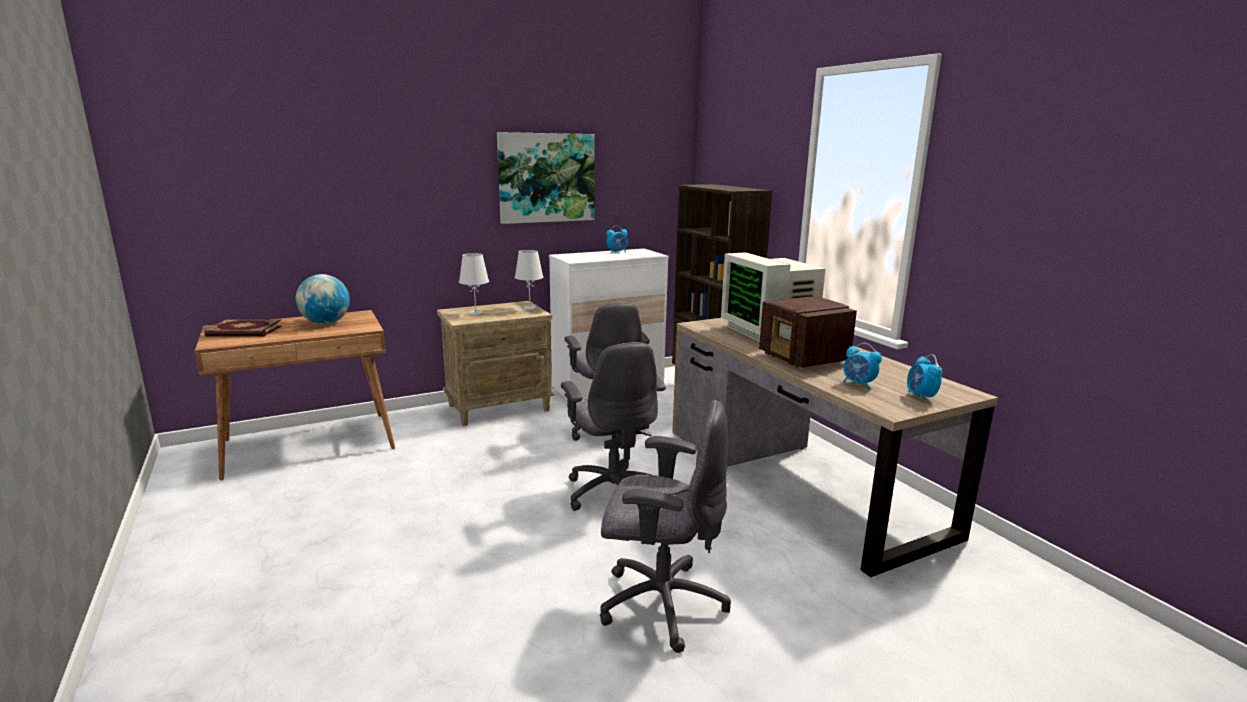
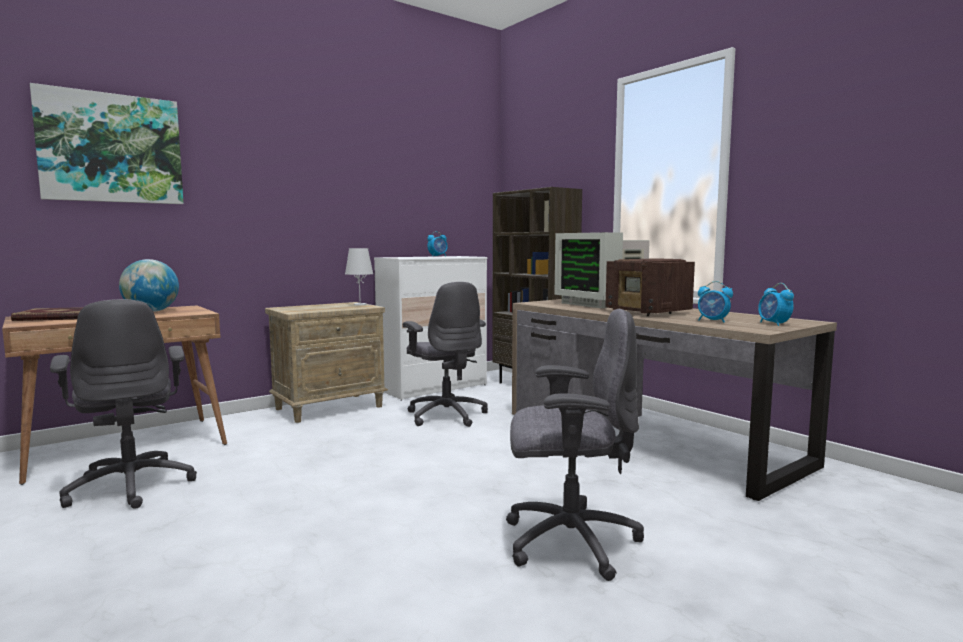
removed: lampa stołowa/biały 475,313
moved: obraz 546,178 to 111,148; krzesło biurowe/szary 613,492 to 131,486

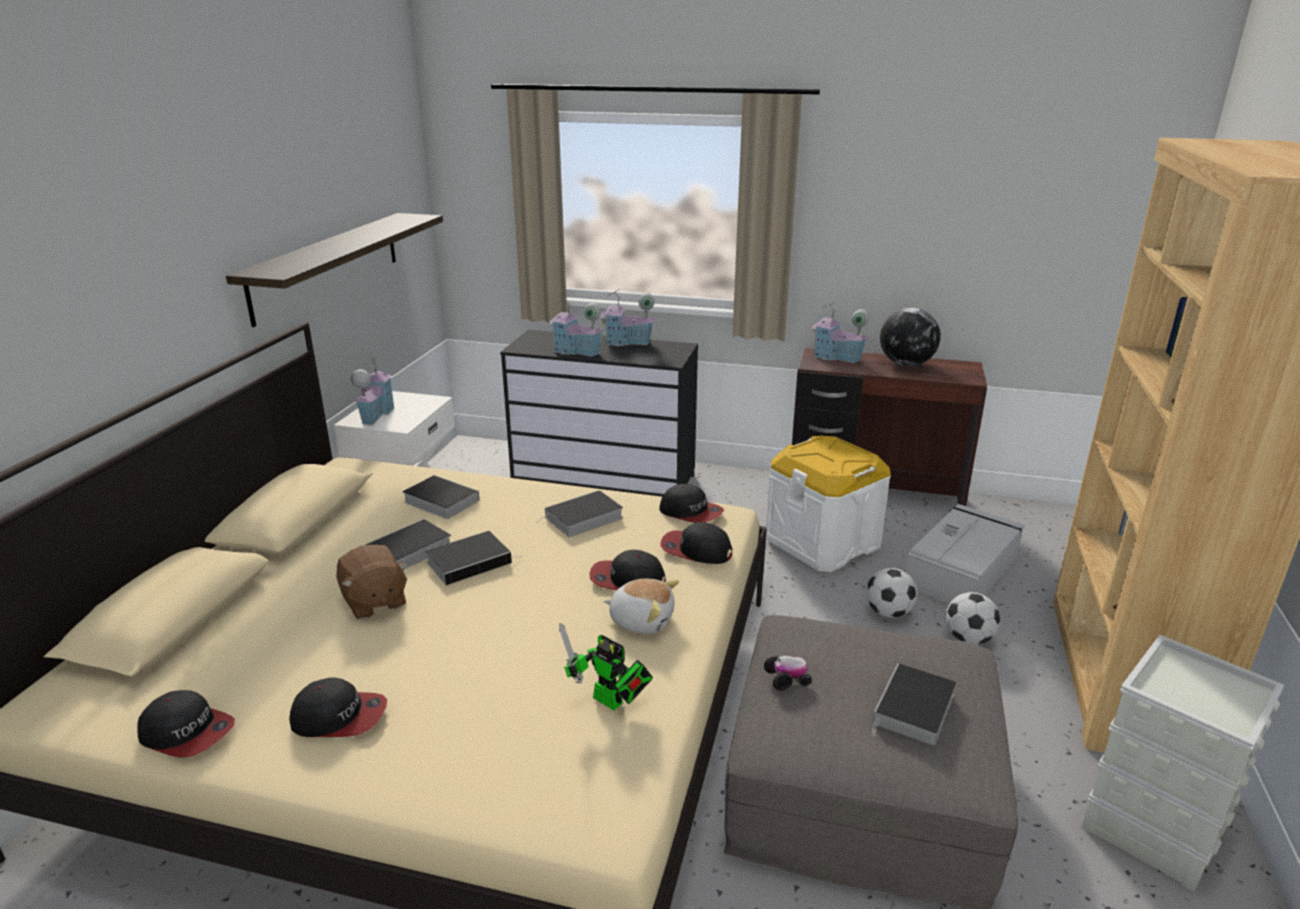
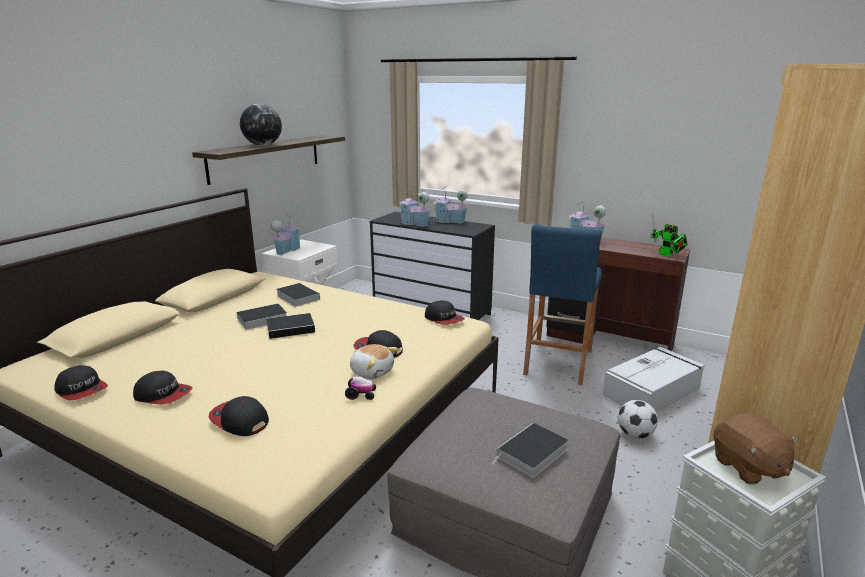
removed: książka 582,518; piłka futbolowa 888,613
moved: pluszak/brązowy 374,602 to 748,467; robot zabawkowy 611,703 to 667,255; czapka z daszkiem 696,550 to 239,420; samochodzik 787,680 to 361,395; globus 905,364 to 263,145
replaced: pojemnik do przechowywania/biały 822,542 to stołek/niebieski 557,362

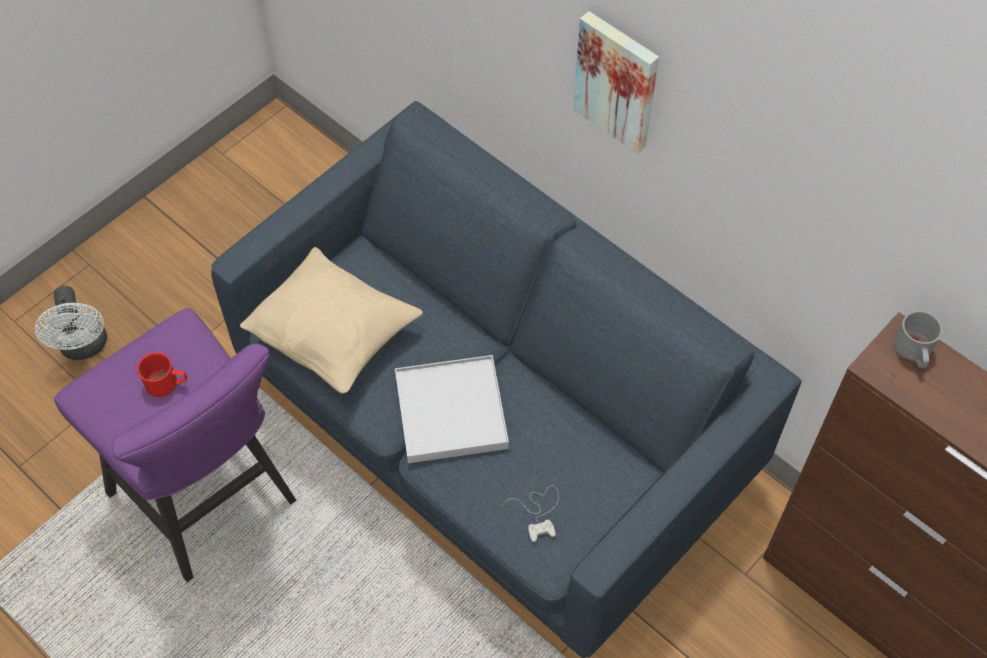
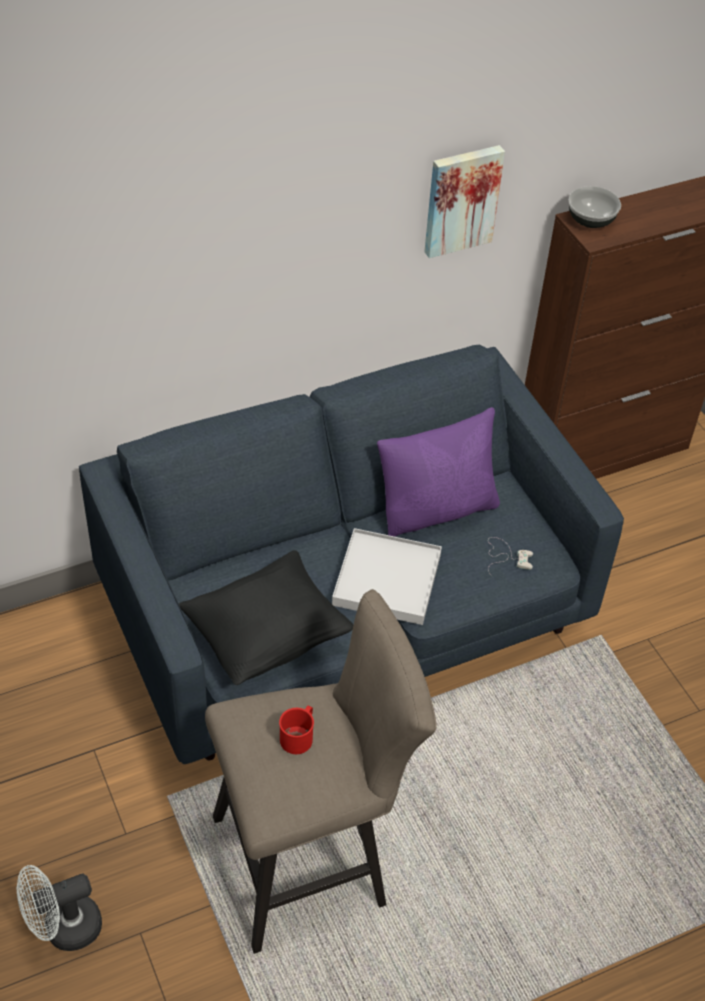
added: poduszka/fioletowy 437,509
moved: obraz 618,80 to 461,199
replaced: kubek/szary 913,353 to miska 591,220
recoloured: stołek/fioletowy 211,504 to stołek/beżowy 312,860; poduszka/beżowy 334,338 to poduszka/czarny 267,637
turned: wentylator/biały 84,347 = 63,929 150 degrees clockwise

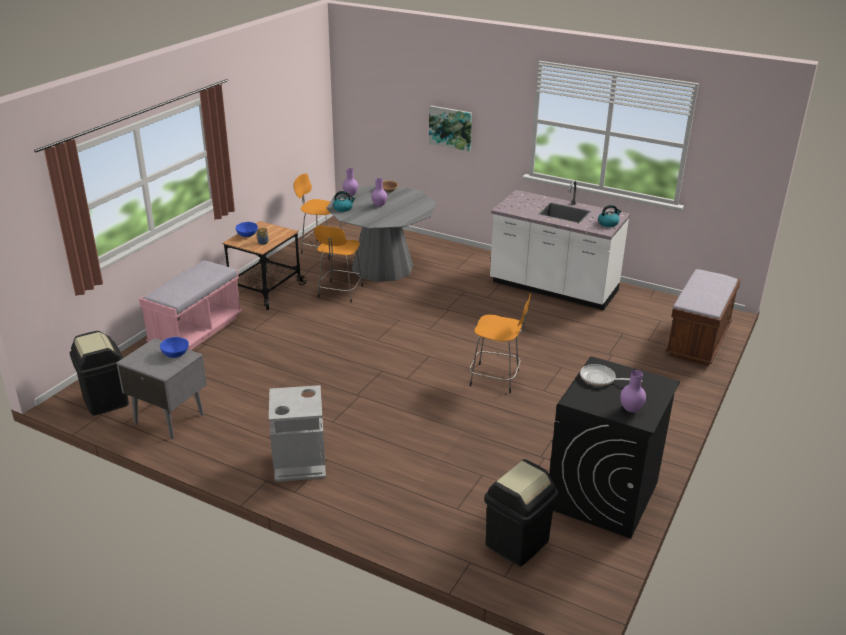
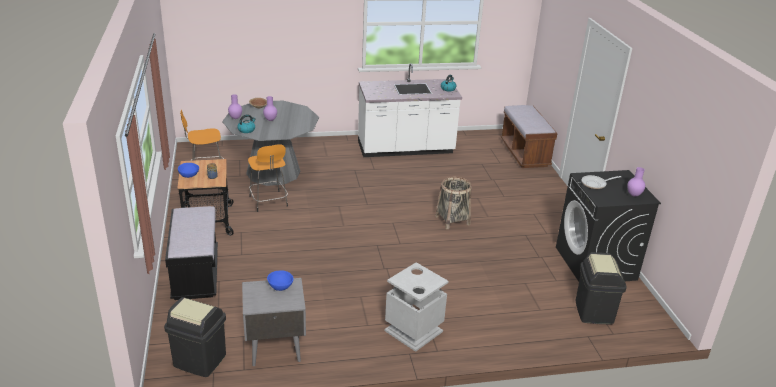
removed: obraz 450,128
replaced: stołek/pomarańczowy 496,378 to koszyk 452,220
recoloured: ławka/różowy 196,331 to ławka/czarny 195,274

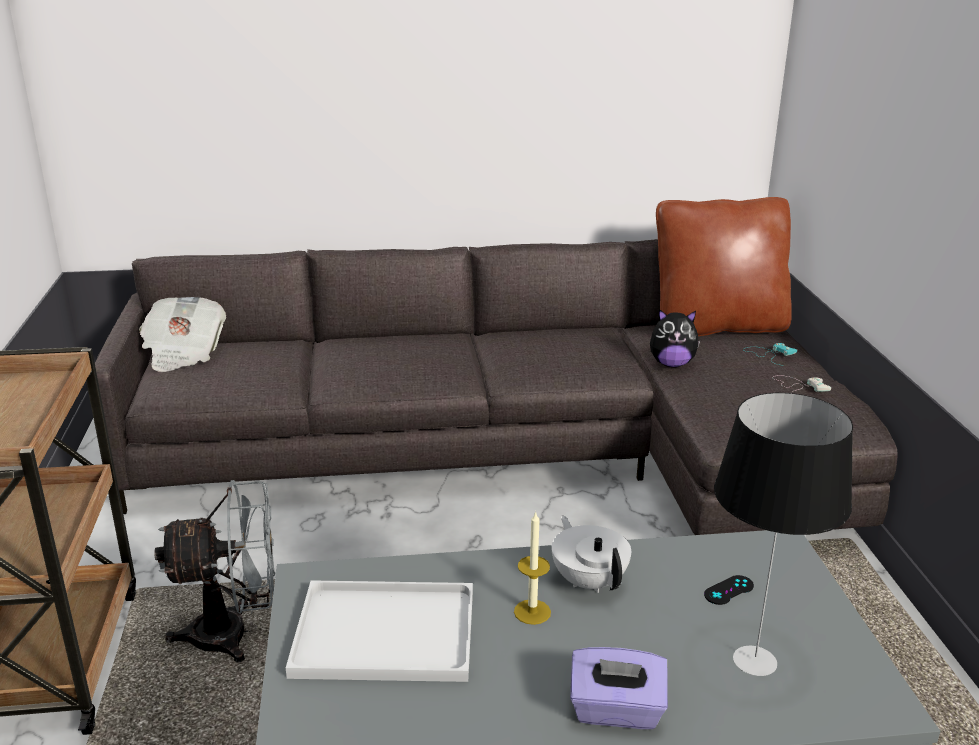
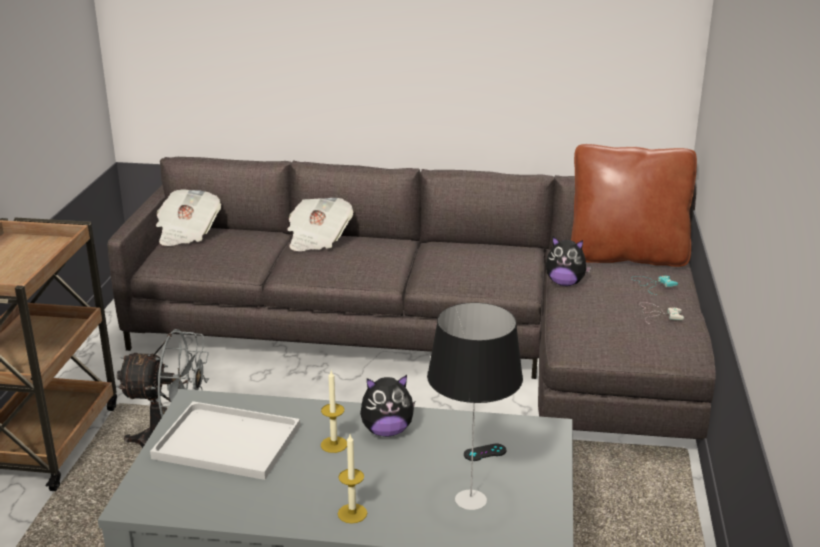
added: gazeta 317,239
replaced: imbryk/biały 589,580 to pluszak 387,431; pudełko chusteczek/fioletowy 616,711 to świeca 352,513

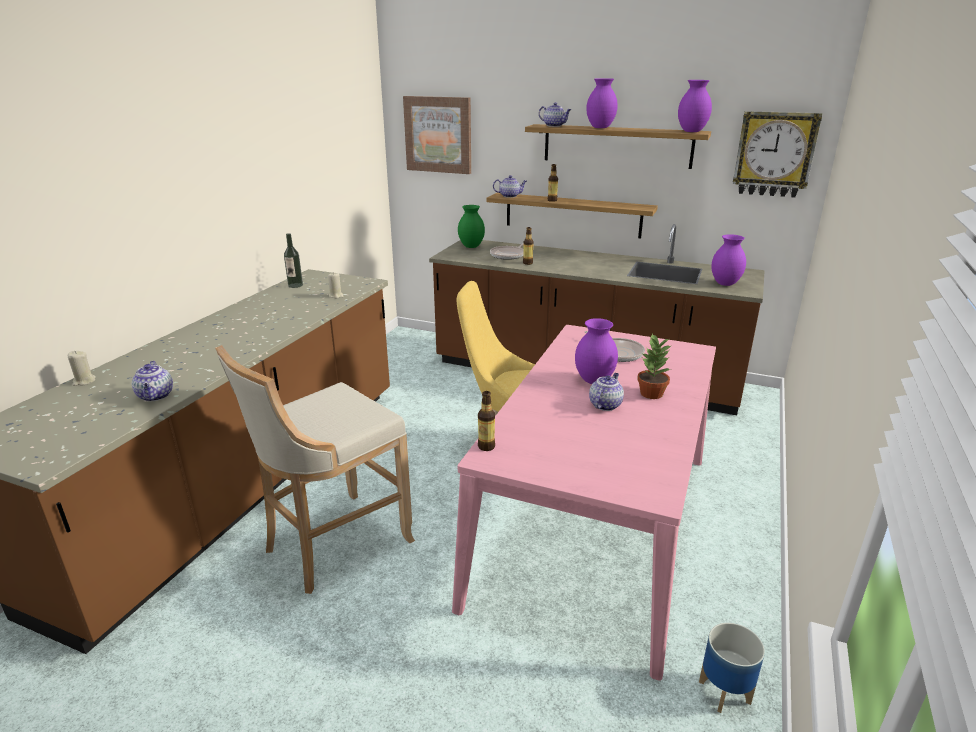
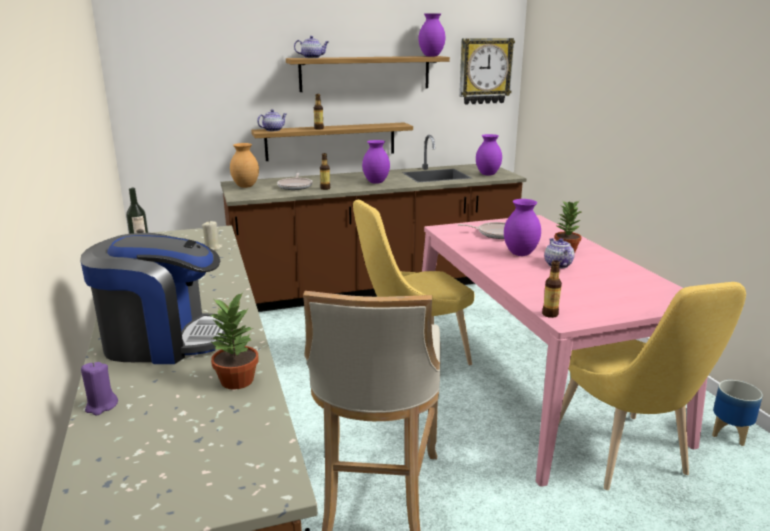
removed: obraz 438,134
added: ekspres do kawy 164,340; krzesło/żółty 623,457
moved: wazon/fioletowy 600,127 to 376,182
replaced: imbryk 156,396 to roślina doniczkowa 238,381
recoloured: świeca/beżowy 84,381 to świeca/fioletowy 101,406; wazon/zielony 471,247 to wazon/brązowy 246,186

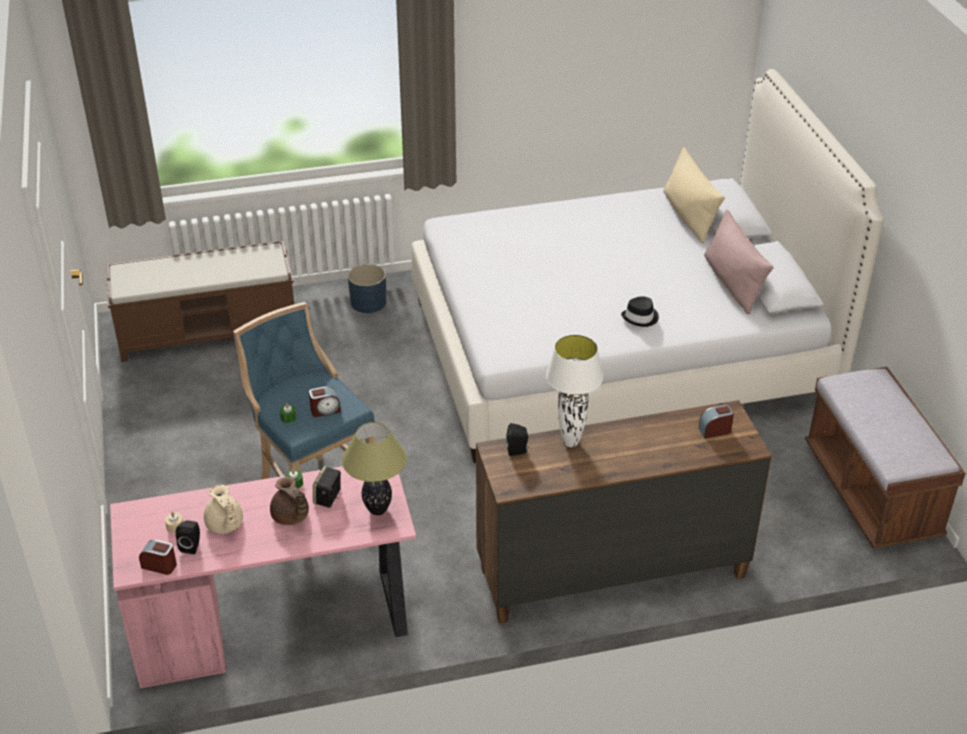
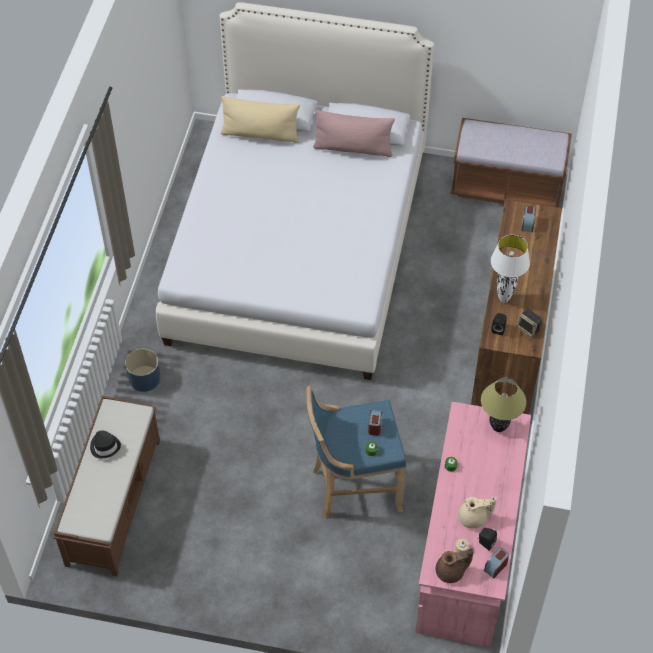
moved: imbryk/brązowy 291,517 to 451,572; głośnik 328,498 to 528,329; kapelusz/czarny 641,317 to 105,446

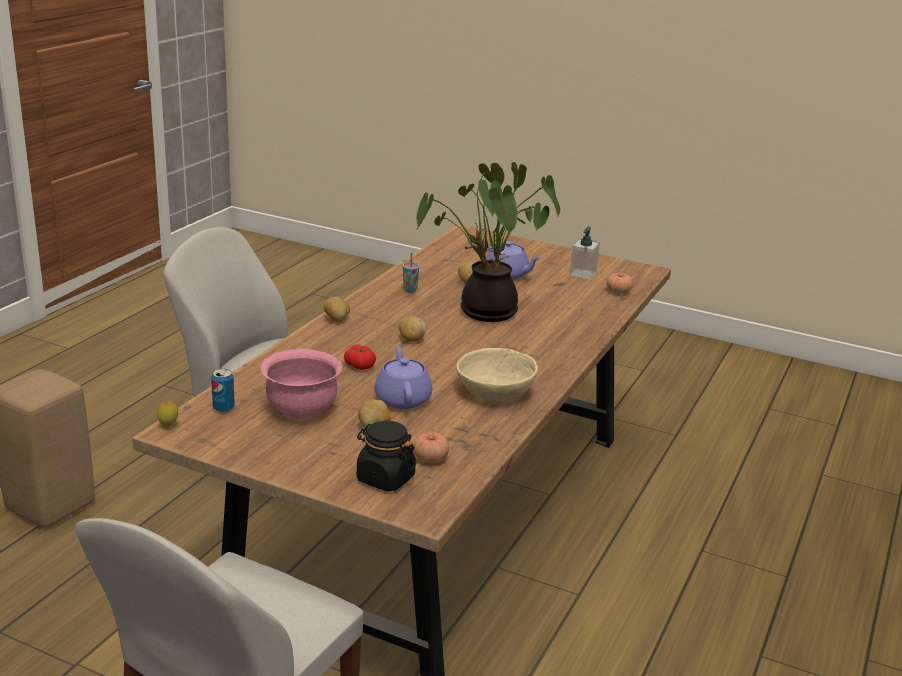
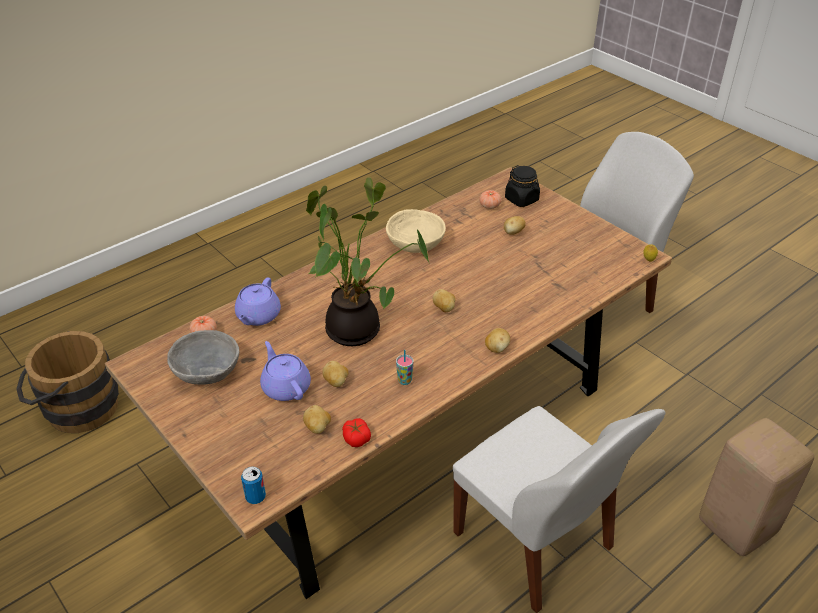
removed: miska/różowy 302,410
added: wiadro/brązowy 75,408; ziemniak 317,427
moved: puszka 223,408 to 255,497; pomidor 360,365 to 356,438; imbryk/fioletowy 402,398 to 258,316
replaced: dozownik mydła 582,274 to miska/szary 206,371

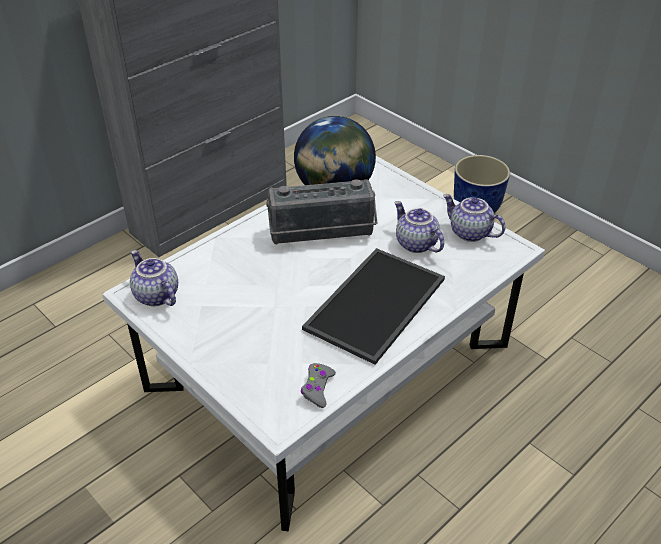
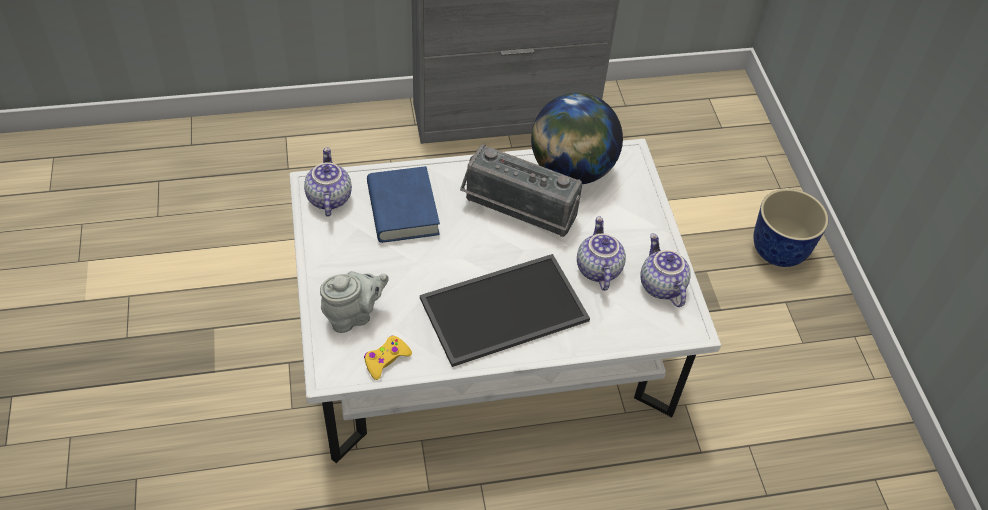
added: imbryk/szary 353,315; książka/niebieski 402,210
recoloured: pad do gier/szary 317,388 to pad do gier/żółty 386,360

